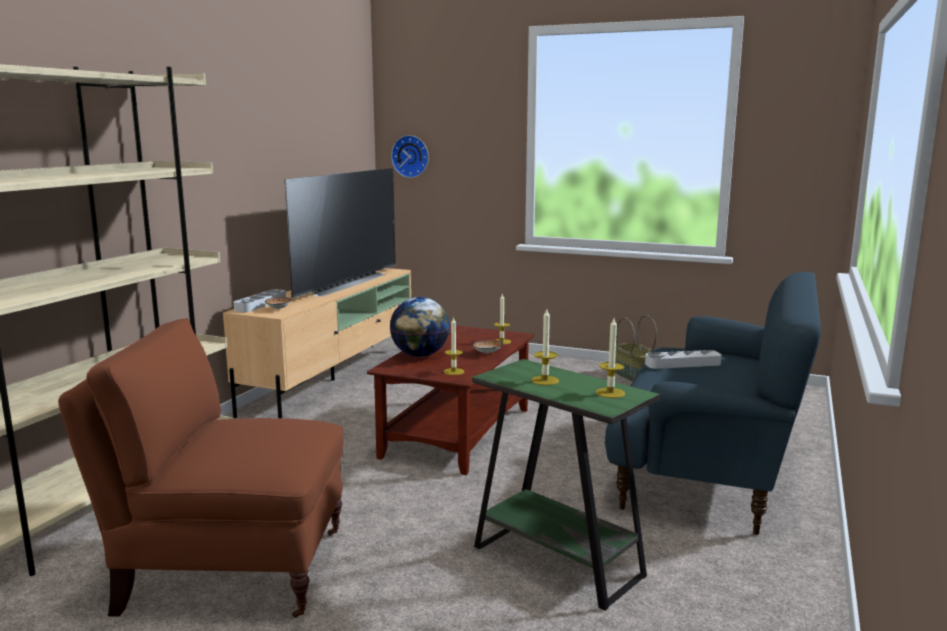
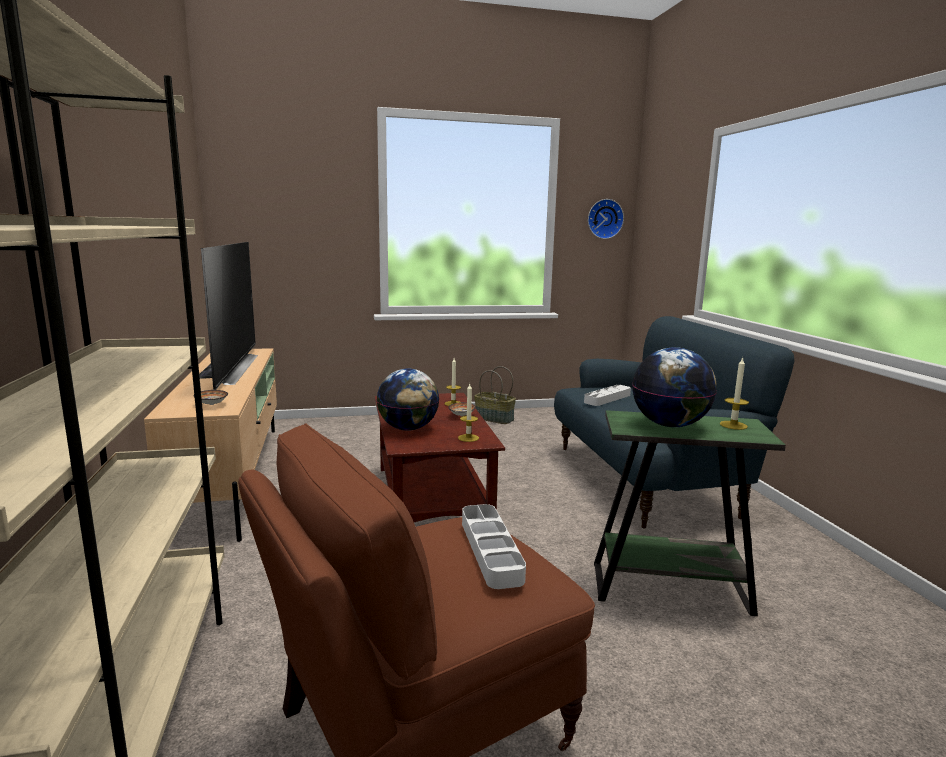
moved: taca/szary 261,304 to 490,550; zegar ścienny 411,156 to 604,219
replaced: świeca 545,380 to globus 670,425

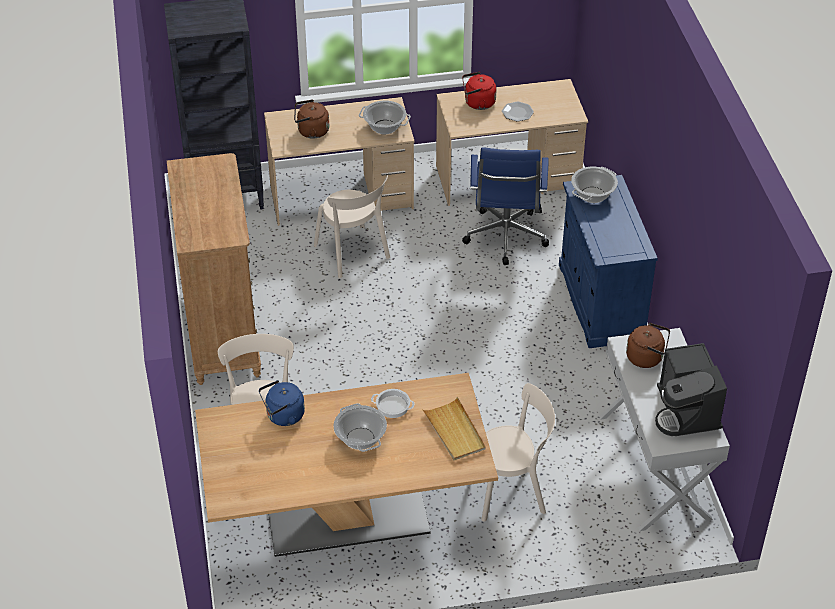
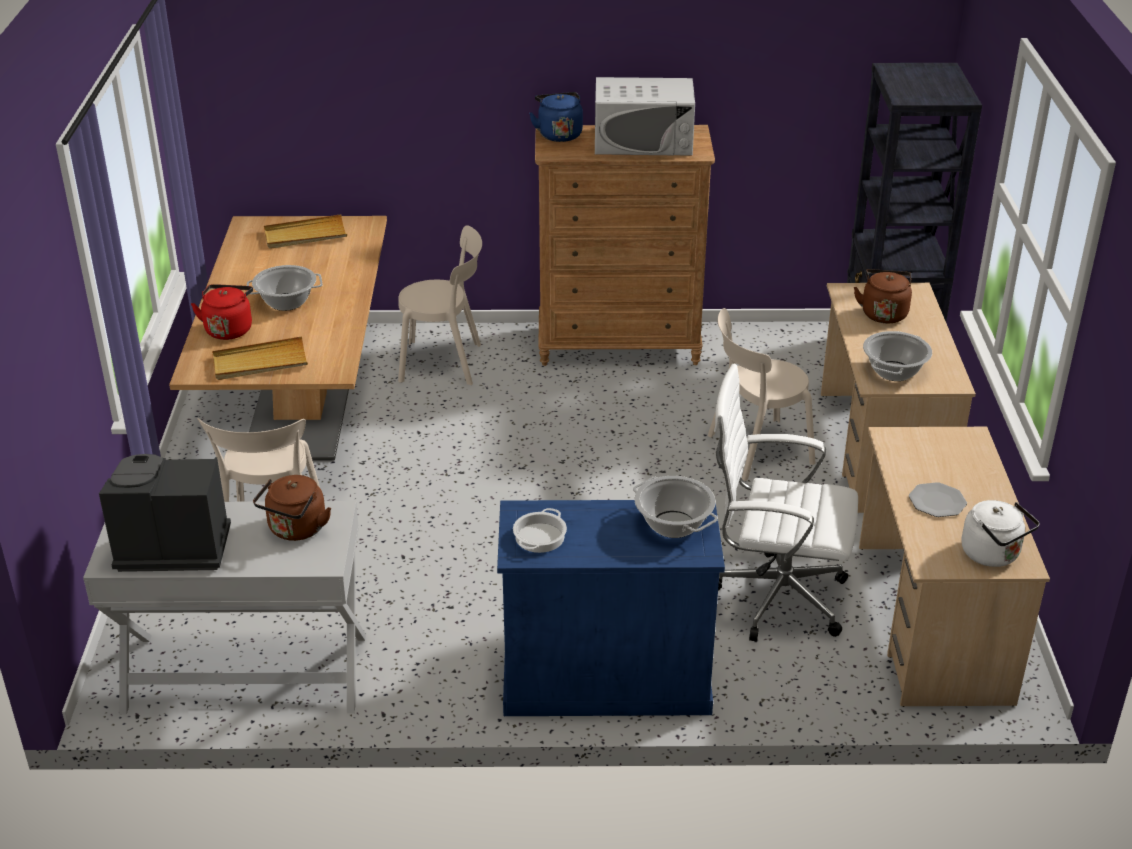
added: taca/beżowy 305,235; mikrofalówka/biały 643,141; czajnik/biały 993,555
moved: czajnik/niebieski 283,416 to 559,134; garnek 393,406 to 540,537; czajnik/czerwony 477,103 to 229,329
recoloured: krzesło biurowe/niebieski 505,239 to krzesło biurowe/biały 774,597

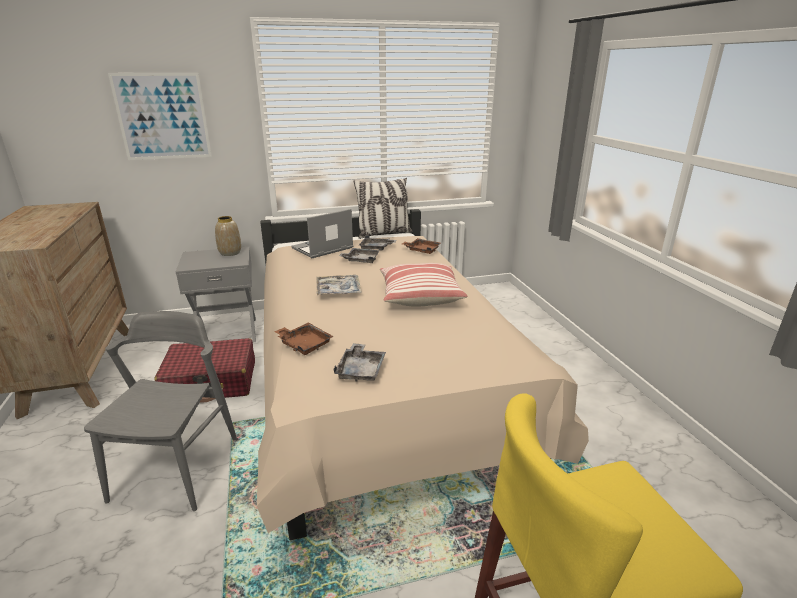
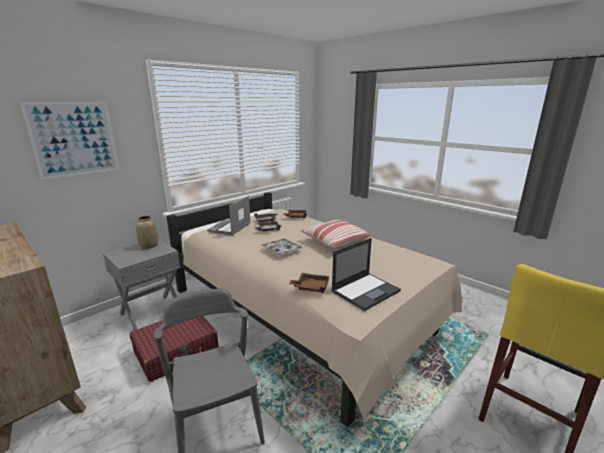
removed: poduszka 383,234
replaced: taca/szary 361,370 to laptop 366,291

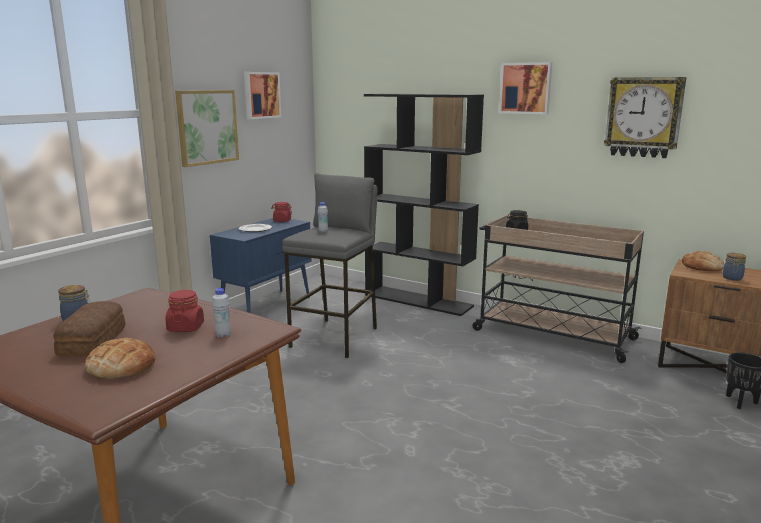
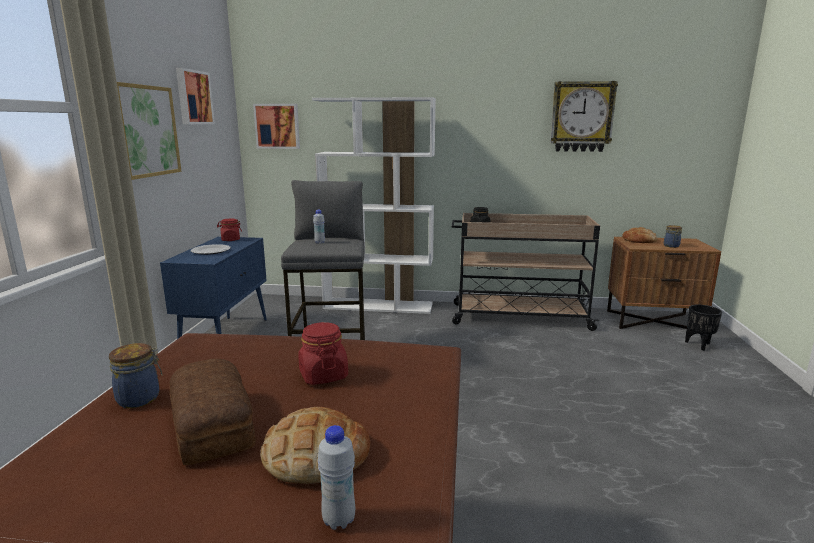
moved: butelka/biały 223,335 to 339,520; obraz 525,88 to 277,126
recoloured: regał/czarny 419,300 to regał/biały 379,305

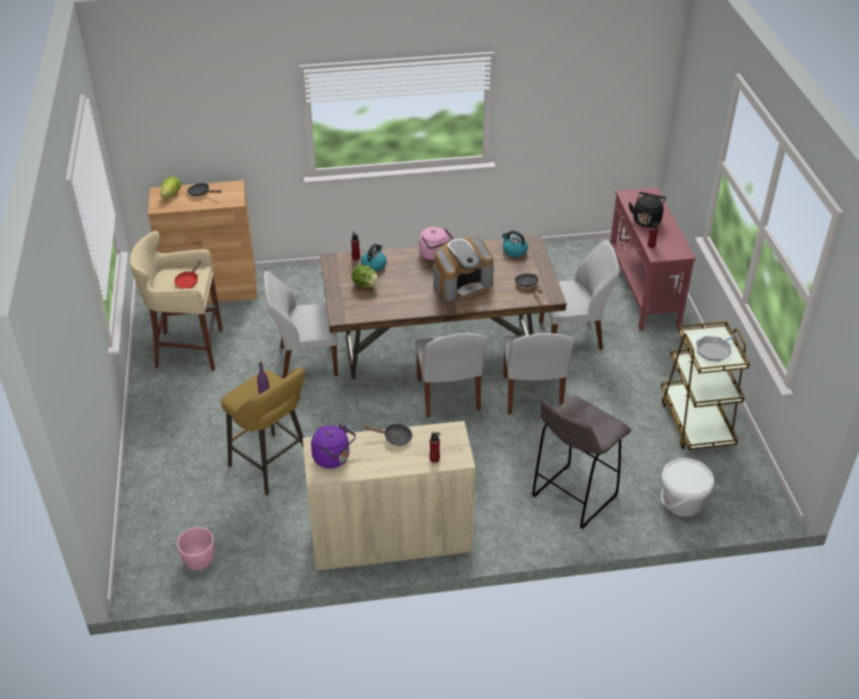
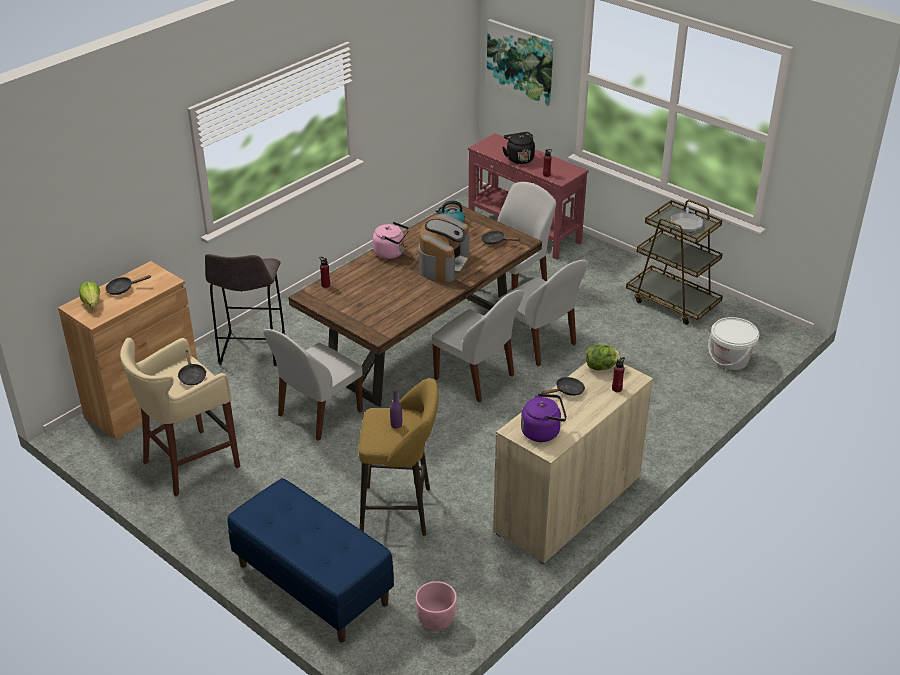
removed: czajnik 374,265
added: ławka/niebieski 312,584; obraz 520,61
moved: sałata 365,284 to 601,367; stołek/szary 572,497 to 251,350
recoloured: patelnia/czerwony 188,281 to patelnia/czarny 192,376

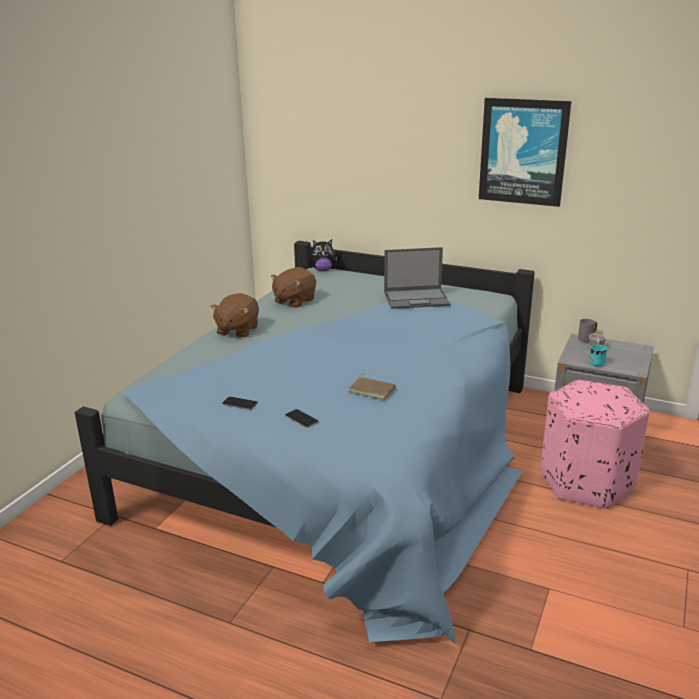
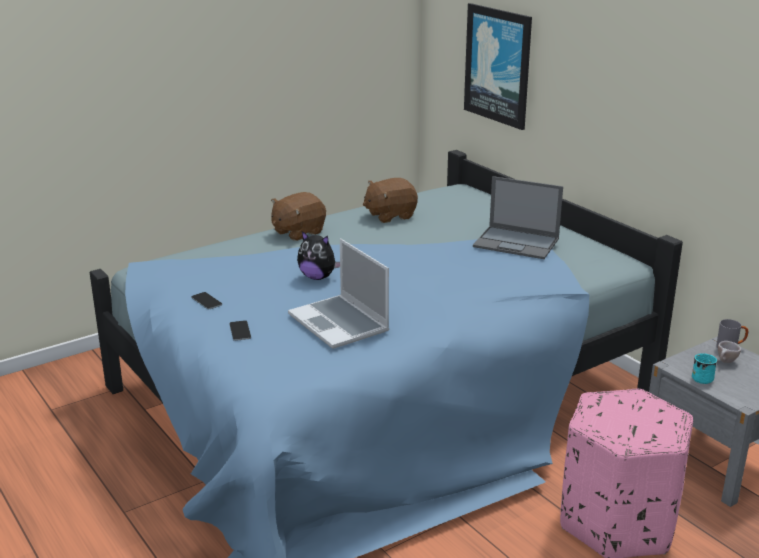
moved: pluszak 323,270 to 318,277; obraz 523,152 to 498,65
replaced: książka/brązowy 373,389 to laptop 340,324

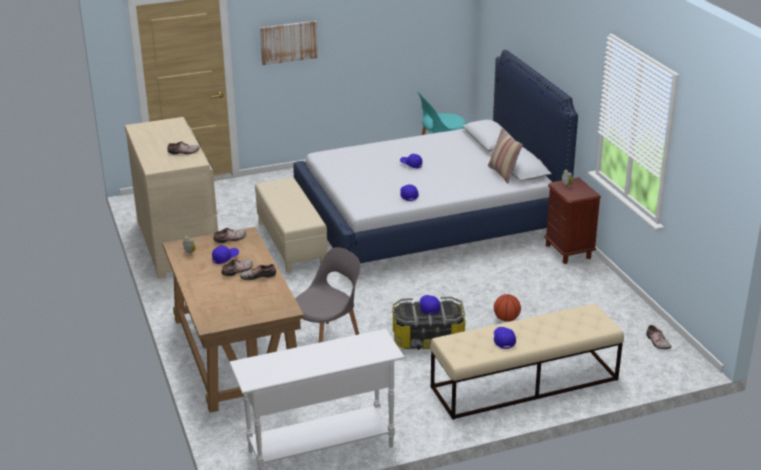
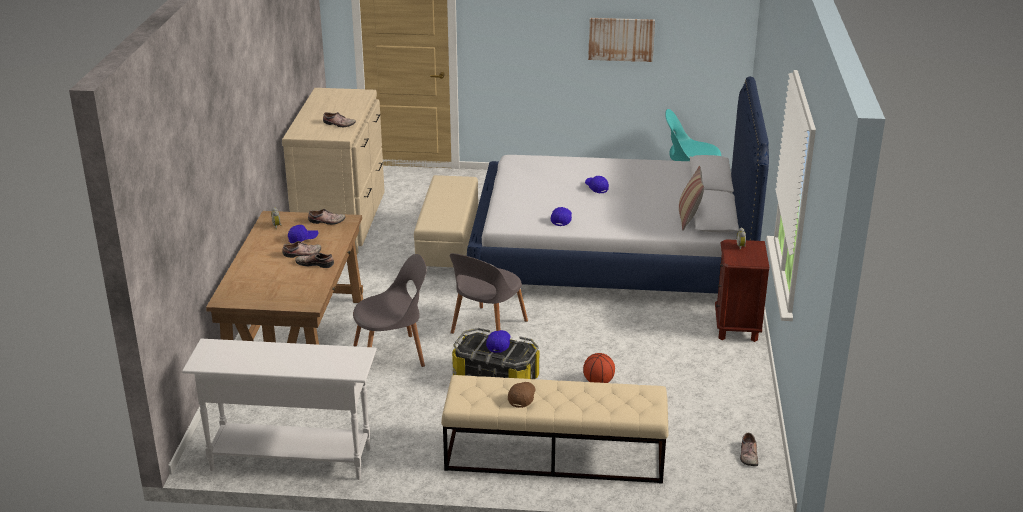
added: krzesło/szary 487,329
moved: obraz 288,42 to 621,39
recoloured: czapka z daszkiem/niebieski 503,340 to czapka z daszkiem/brązowy 522,398

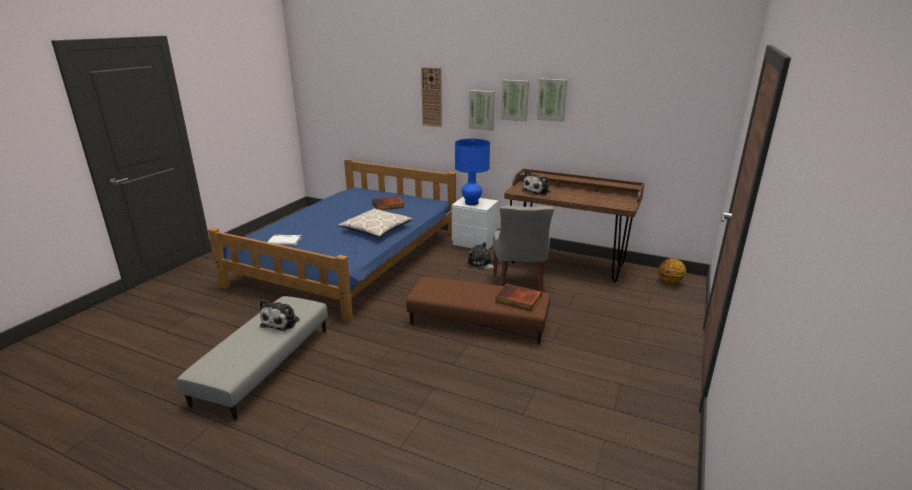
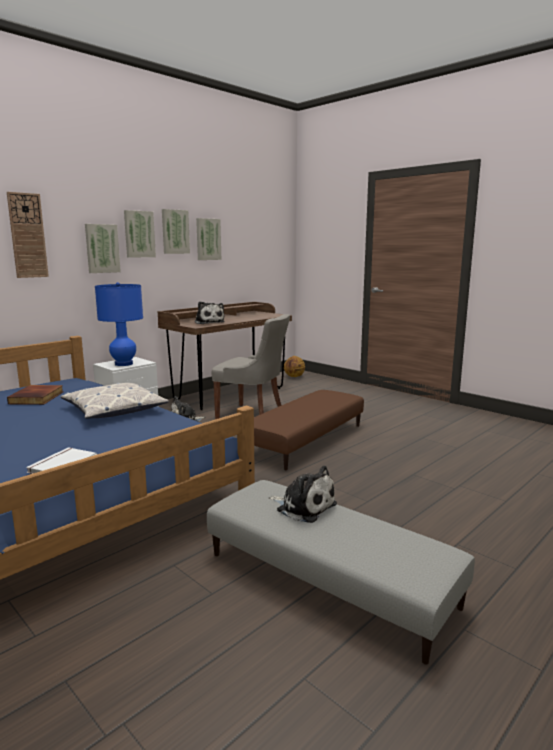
removed: książka 517,299
added: obraz 207,239

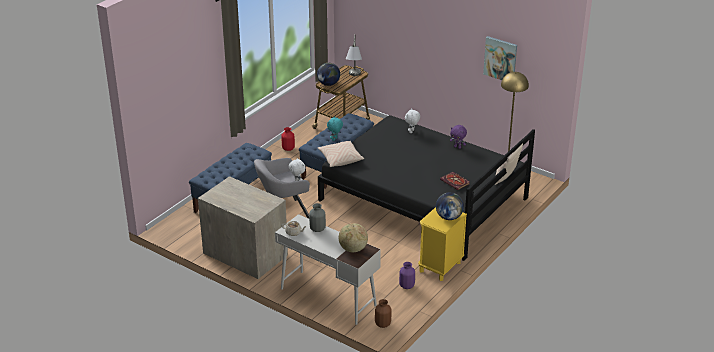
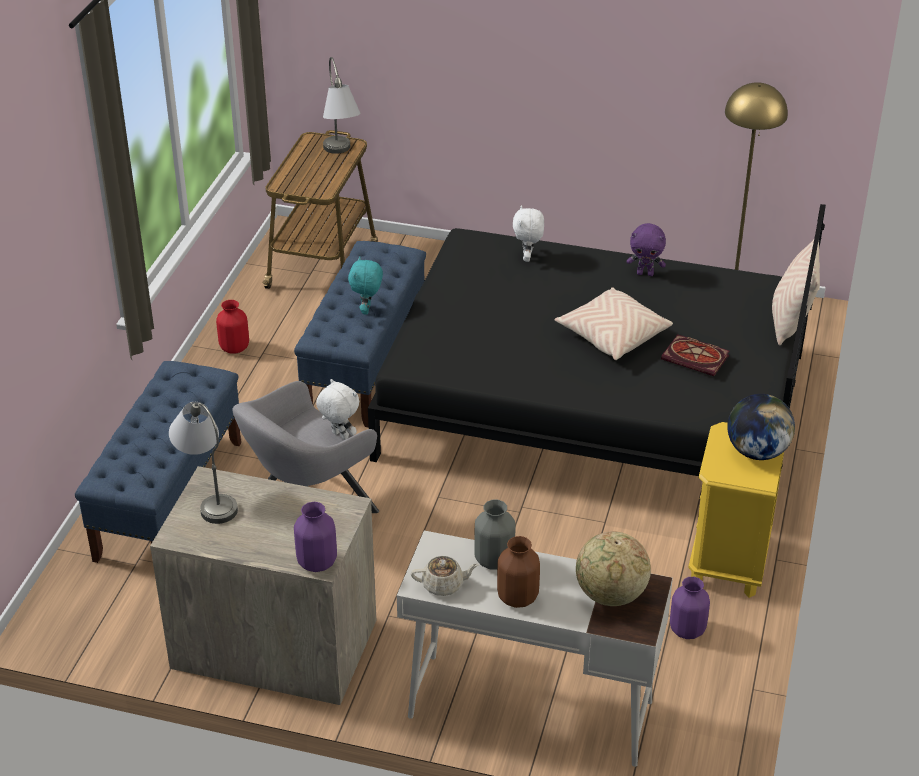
removed: globus 328,84; obraz 500,59
added: lampa stołowa/szary 208,496; wazon/fioletowy 317,563
moved: poduszka/beżowy 340,159 to 612,335; wazon/brązowy 382,324 to 517,598

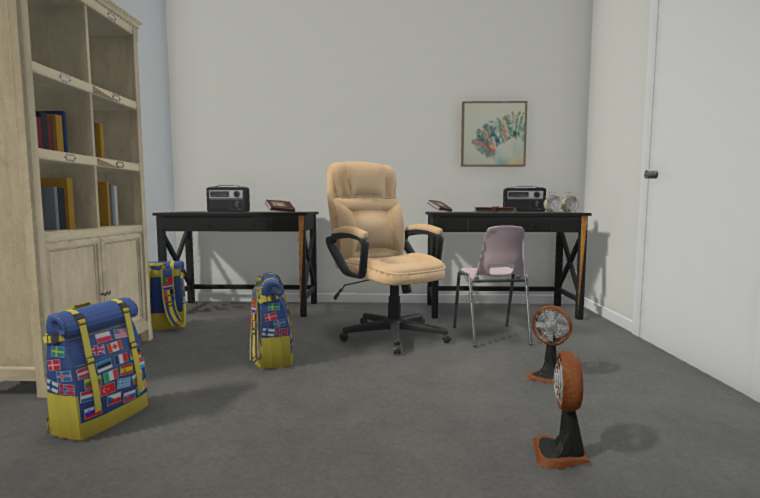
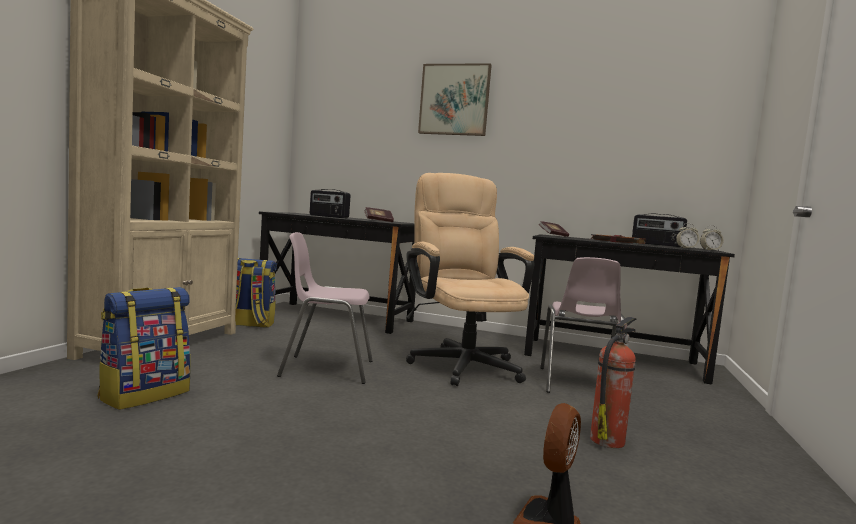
moved: obraz 493,134 to 454,100
replaced: plecak 271,359 to krzesło/różowy 326,369; wentylator 549,377 to gaśnica 608,440

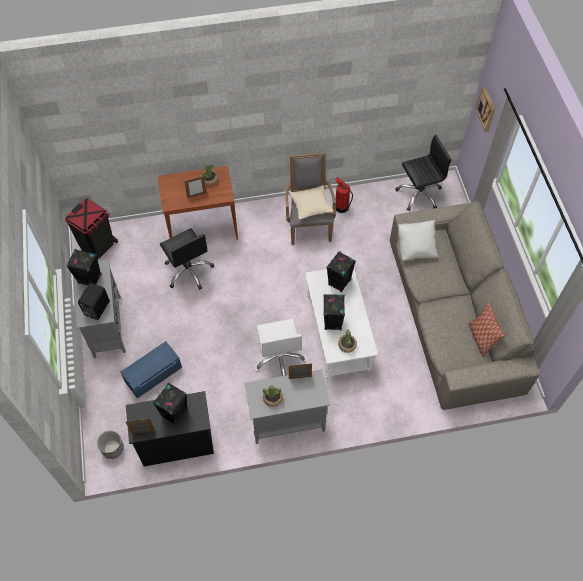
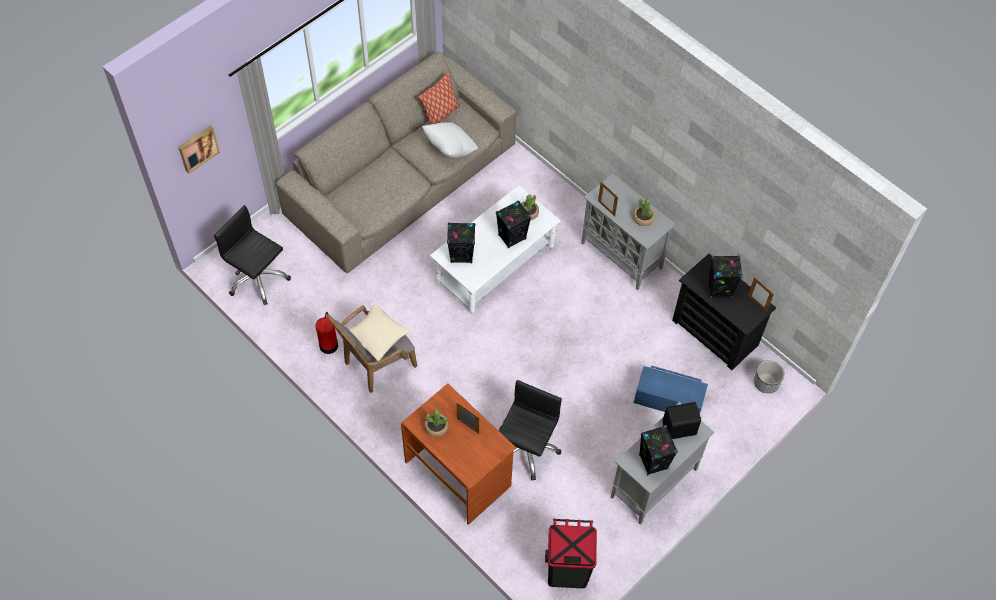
removed: krzesło biurowe/biały 279,358
moved: poduszka/biały 416,248 to 450,149

